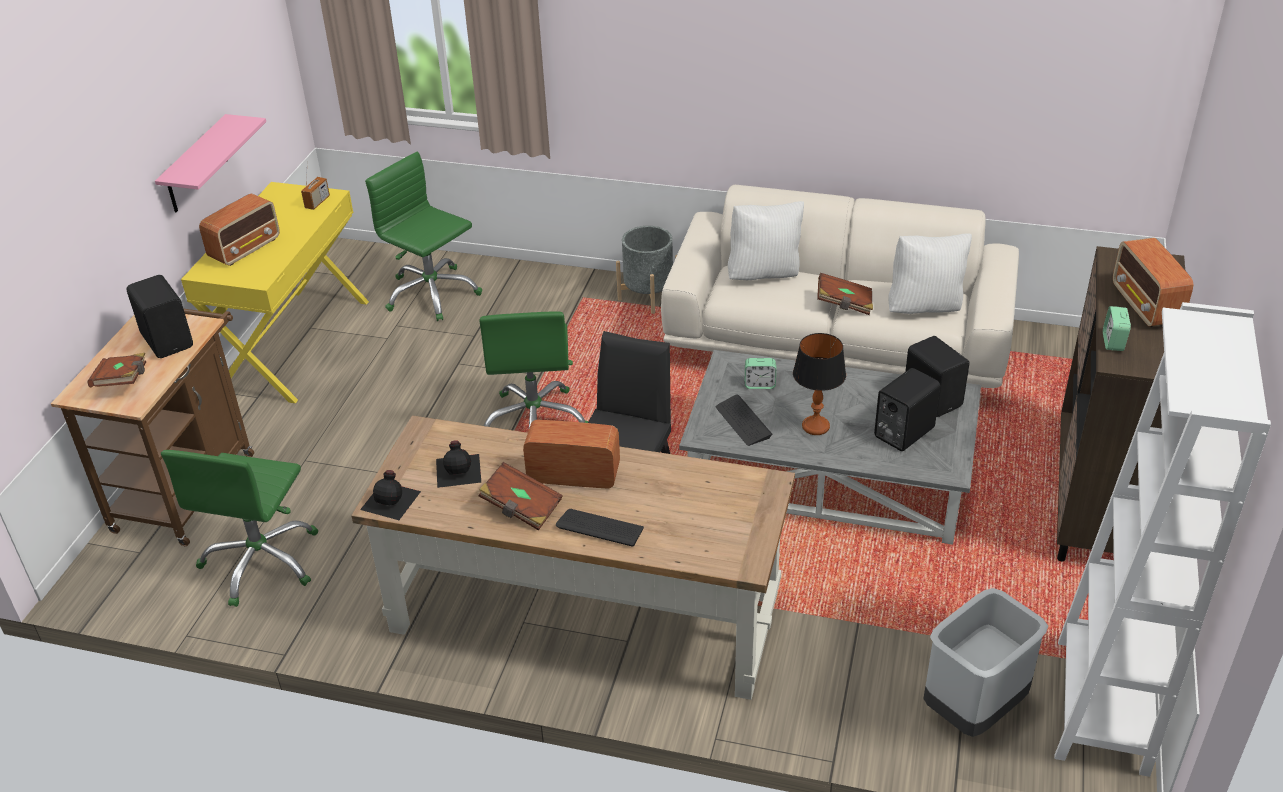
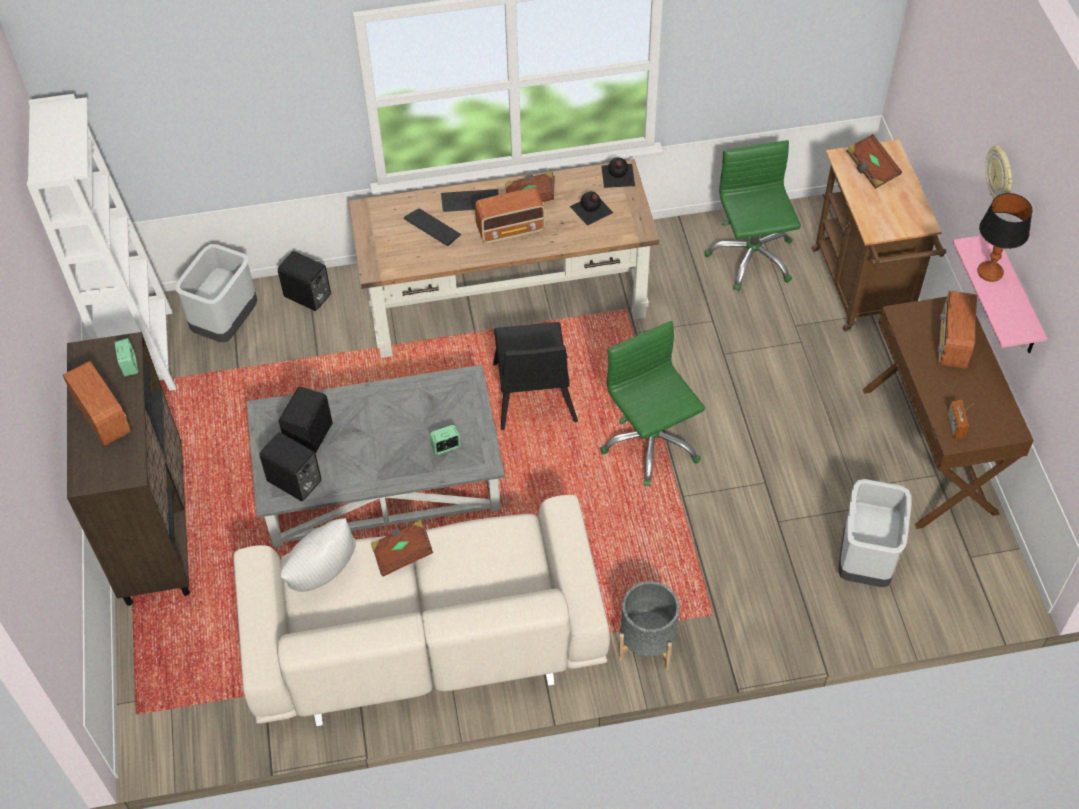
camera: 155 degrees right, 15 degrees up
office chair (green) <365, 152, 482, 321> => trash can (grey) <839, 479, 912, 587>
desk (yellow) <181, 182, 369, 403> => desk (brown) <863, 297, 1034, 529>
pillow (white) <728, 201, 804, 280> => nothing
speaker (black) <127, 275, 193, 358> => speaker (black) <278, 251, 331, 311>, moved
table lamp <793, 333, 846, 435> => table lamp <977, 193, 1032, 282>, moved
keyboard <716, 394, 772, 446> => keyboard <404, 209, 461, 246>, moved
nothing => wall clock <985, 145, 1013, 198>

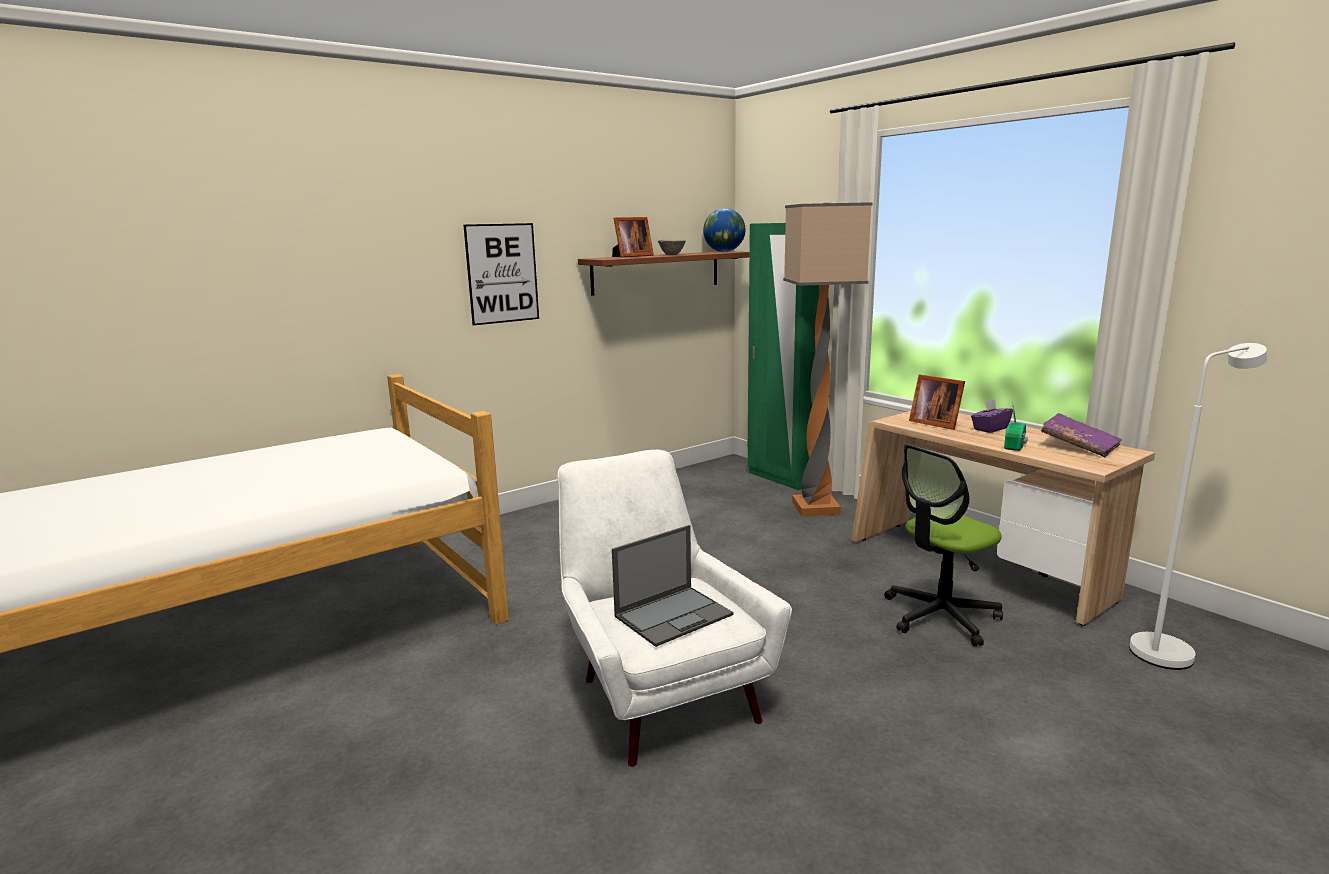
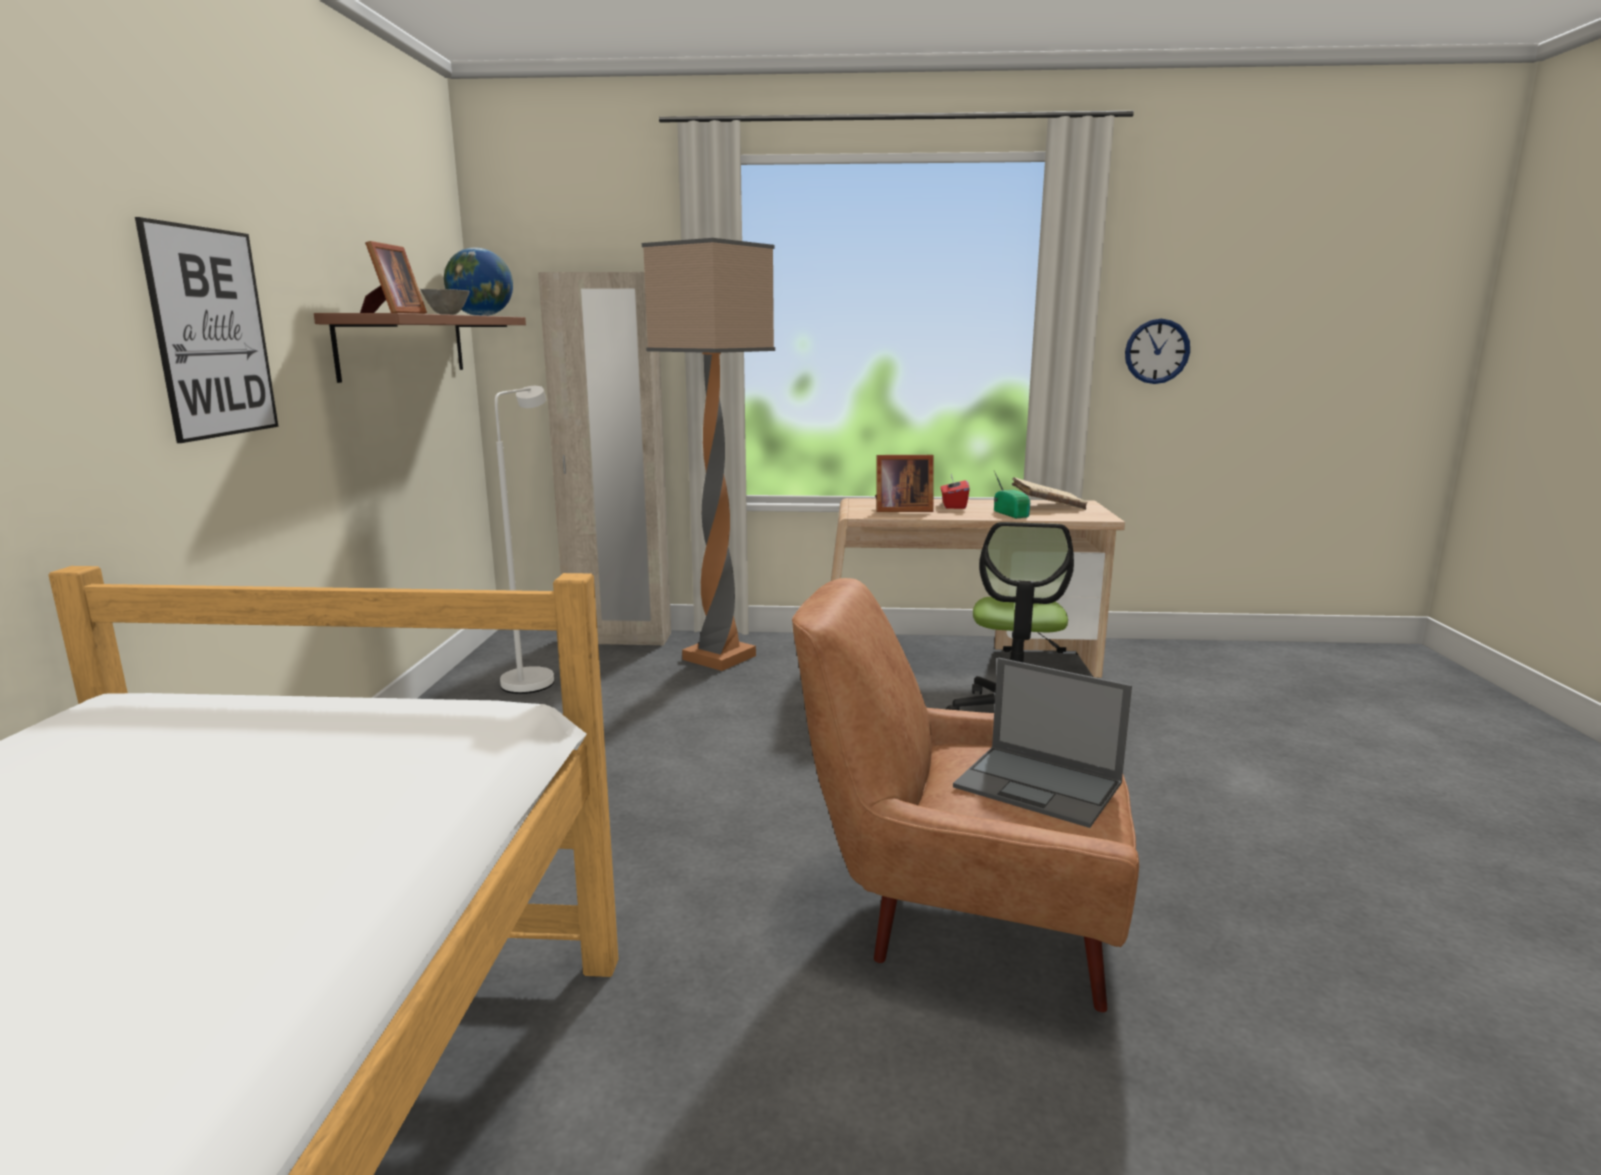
camera: 50 degrees left, 0 degrees up
wardrobe (green) <747, 223, 819, 490> => wardrobe (beige) <538, 272, 671, 646>
floor lamp (white) <1129, 343, 1267, 670> => floor lamp (white) <495, 386, 554, 694>, moved
tissue box (purple) <971, 399, 1013, 433> => tissue box (red) <940, 474, 970, 509>
book (purple) <1041, 413, 1122, 457> => book (beige) <1011, 477, 1088, 510>
armchair (white) <557, 450, 792, 767> => armchair (brown) <792, 578, 1139, 1012>
laptop <612, 525, 733, 647> => laptop <953, 658, 1132, 828>, 120 degrees clockwise
nothing => wall clock <1125, 319, 1190, 384>

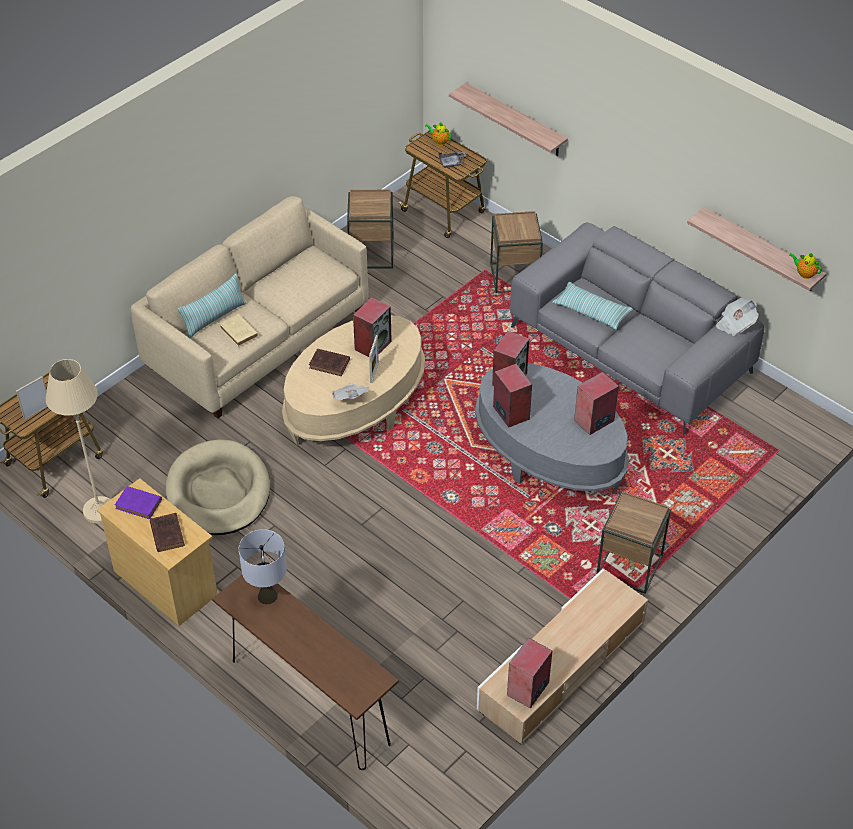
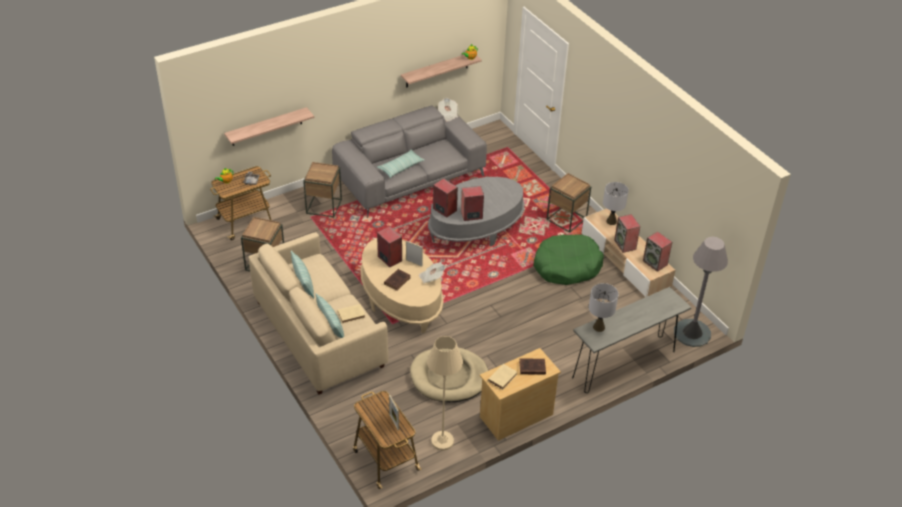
camera: 75 degrees left, 5 degrees down
speaker <574, 372, 619, 435> => speaker <614, 214, 640, 253>, moved
book (purple) <115, 486, 162, 519> => book (beige) <488, 364, 517, 390>
console table (brown) <212, 575, 399, 770> => console table (grey) <572, 287, 691, 393>
nothing => table lamp (grey) <603, 182, 629, 225>
nothing => dog bed (green) <533, 234, 604, 285>
nothing => floor lamp (grey) <674, 237, 728, 347>
nothing => pillow <291, 251, 314, 298>

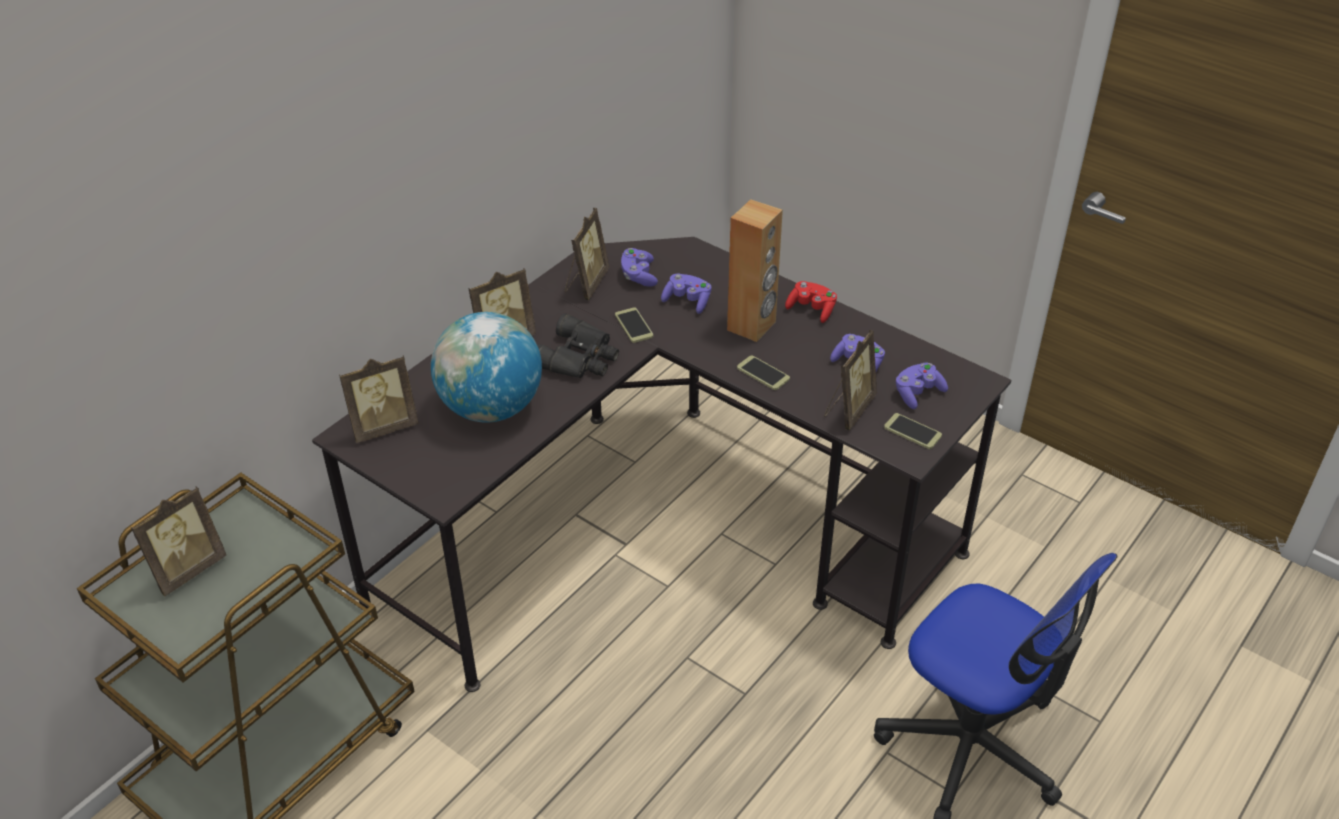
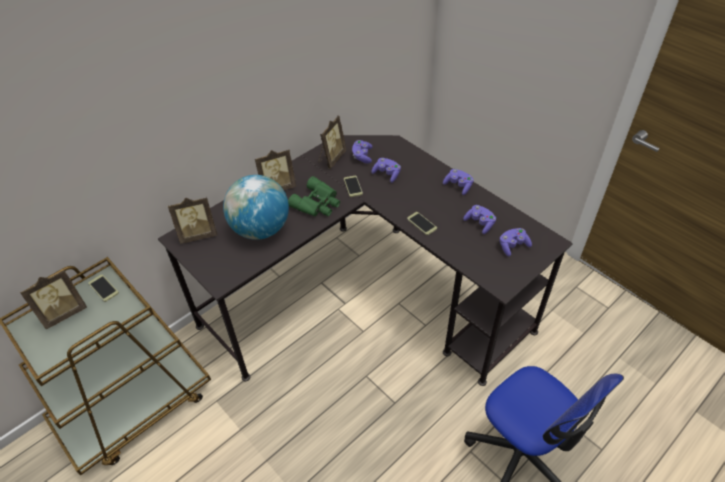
camera: 10 degrees right, 5 degrees up
speaker (brown) <727, 199, 783, 342> => nothing
game controller (red) <785, 281, 837, 323> => game controller (purple) <443, 169, 474, 195>
binoculars (black) <537, 313, 619, 378> => binoculars (green) <288, 176, 340, 216>
picture frame <824, 330, 877, 430> => nothing
phone <884, 413, 942, 449> => phone <88, 275, 119, 302>, moved

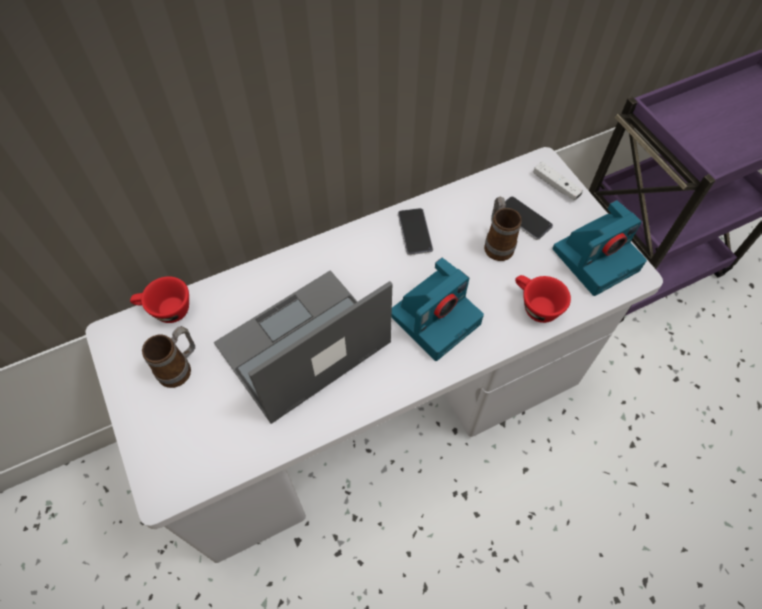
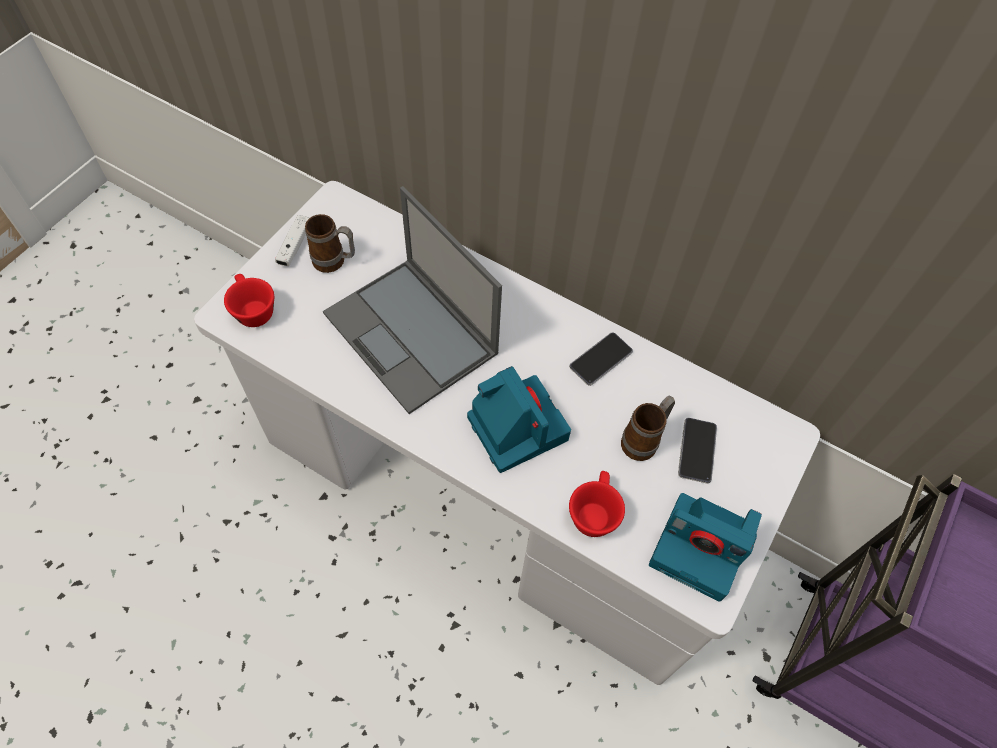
camera: 55 degrees right, 0 degrees up
game controller (white) <533, 162, 583, 200> => game controller (white) <275, 215, 309, 266>, moved
photo camera <392, 258, 484, 361> => photo camera <467, 366, 571, 473>, 135 degrees counterclockwise
laptop <214, 270, 392, 424> => laptop <323, 186, 502, 414>, 150 degrees counterclockwise
cup (red) <130, 276, 189, 323> => cup (red) <224, 274, 274, 327>, moved

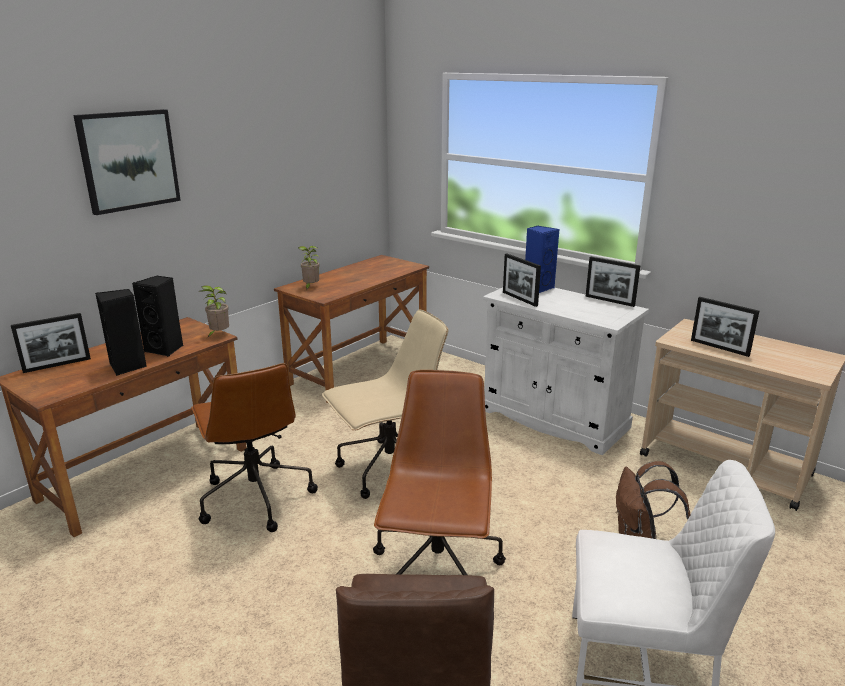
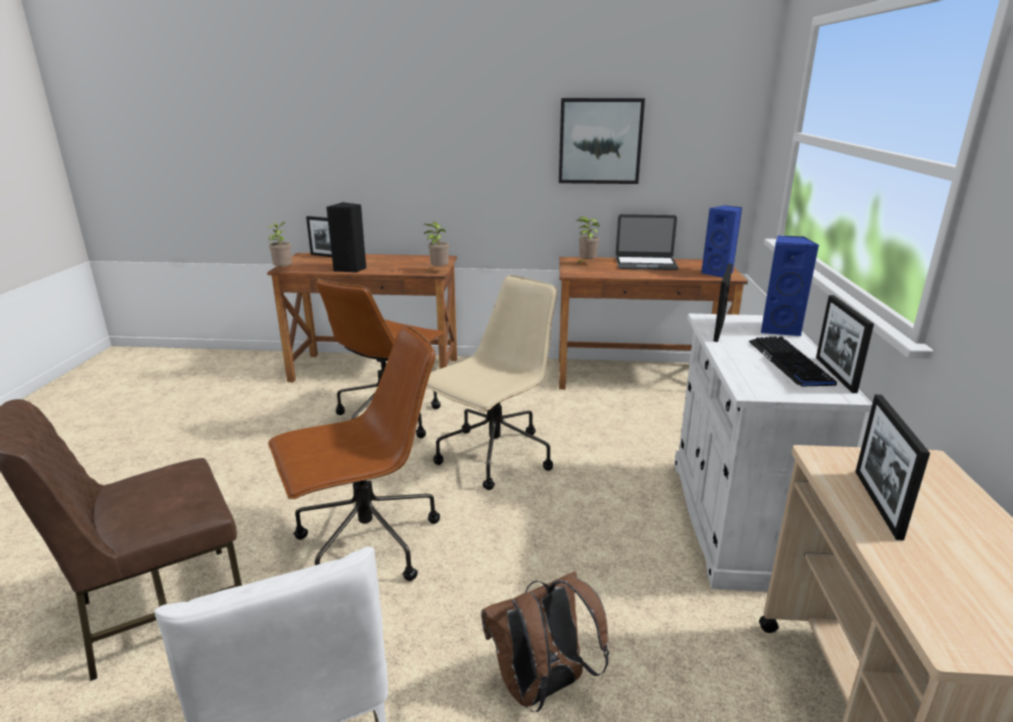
camera: 55 degrees right, 0 degrees up
picture <73, 109, 181, 215> => picture <559, 98, 645, 184>, moved
speaker (black) <132, 276, 183, 357> => nothing
office chair (beige) <322, 309, 448, 499> => office chair (beige) <426, 275, 557, 490>, 75 degrees counterclockwise
nothing => speaker (blue) <701, 205, 742, 277>
nothing => laptop <616, 214, 679, 270>
nothing => potted plant <267, 222, 292, 268>
nothing => keyboard <748, 336, 837, 386>

